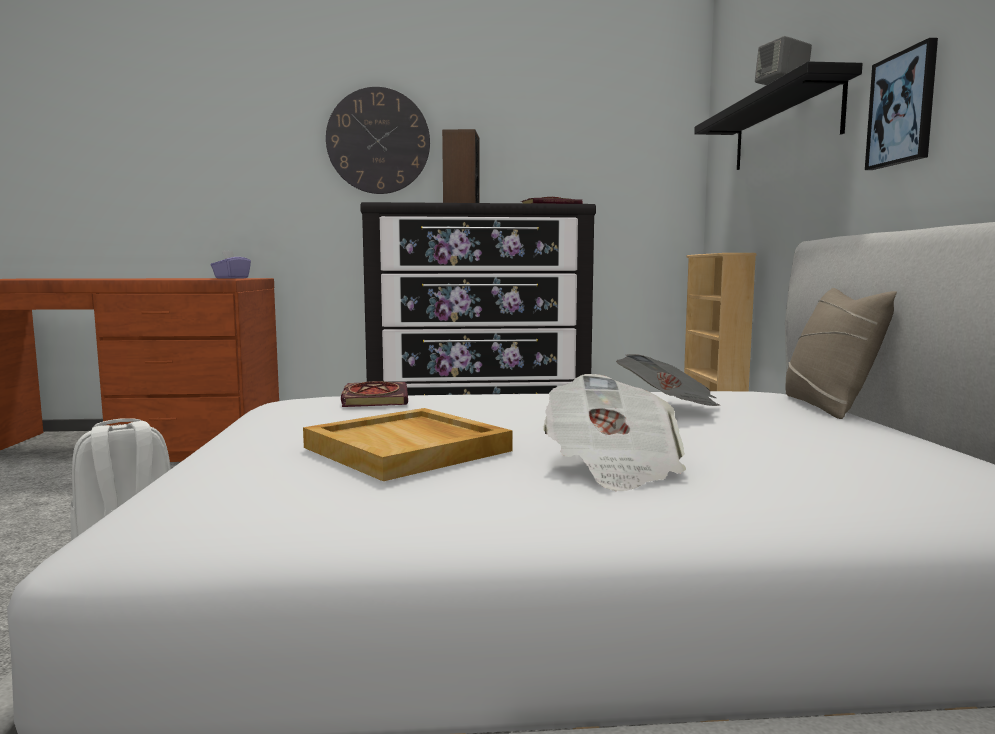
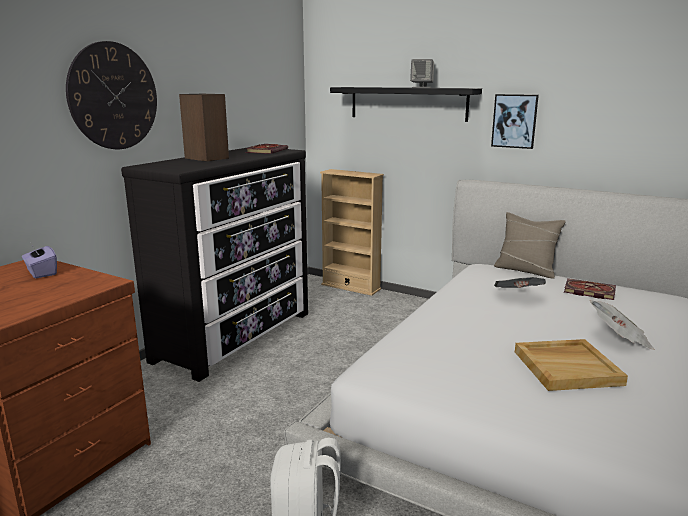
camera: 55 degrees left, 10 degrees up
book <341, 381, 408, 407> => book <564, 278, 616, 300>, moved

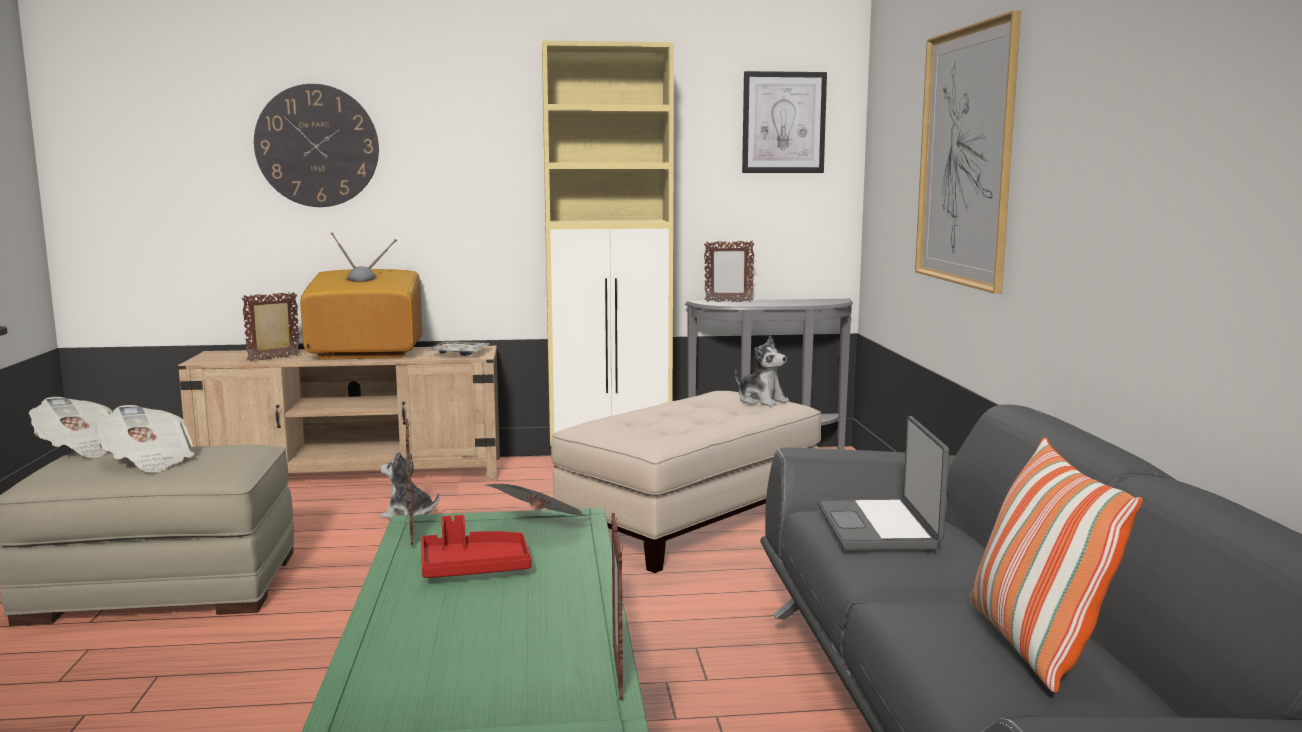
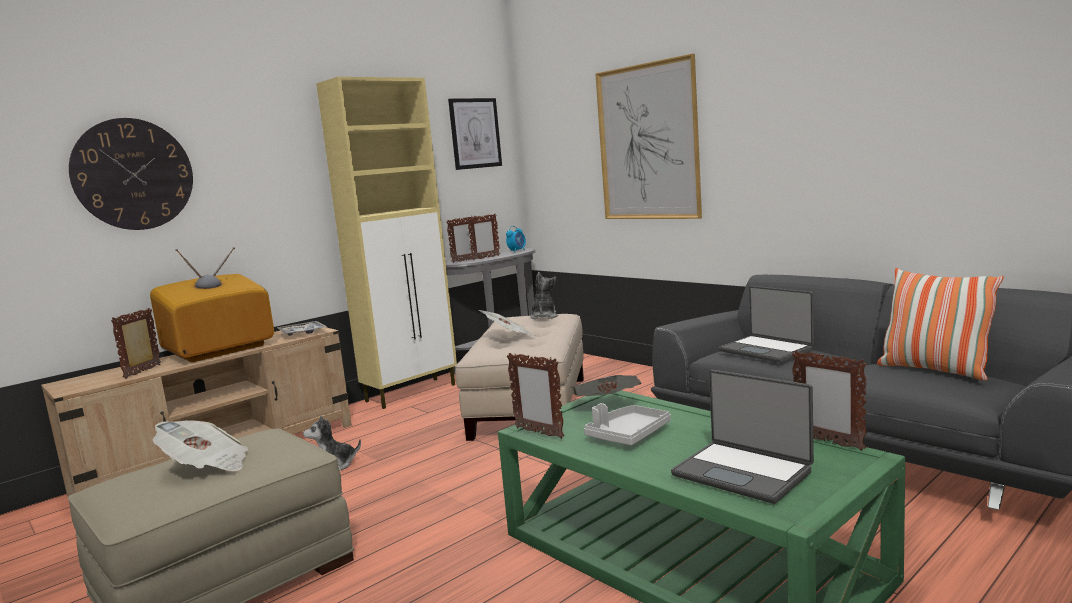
camera: 35 degrees left, 0 degrees up
plush toy <735, 336, 789, 407> => plush toy <530, 272, 558, 319>, 90 degrees counterclockwise
newspaper <29, 397, 112, 458> => newspaper <479, 310, 535, 336>, moved
tray (red) <421, 515, 531, 578> => tray (grey) <584, 403, 671, 445>
nothing => picture frame <467, 214, 500, 260>
nothing => alarm clock <506, 226, 526, 252>
nothing => laptop <671, 370, 814, 504>

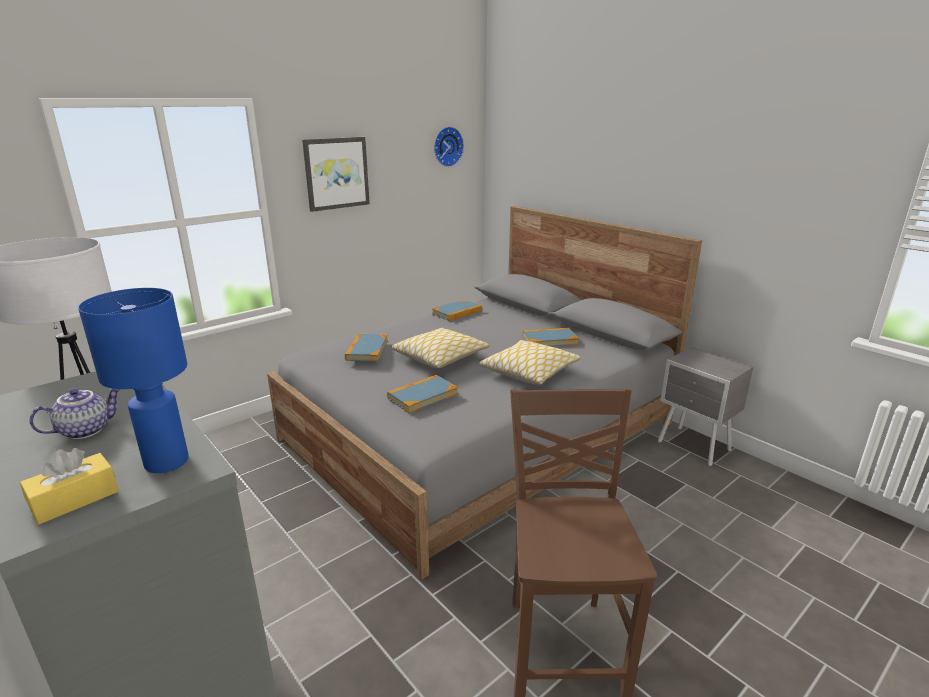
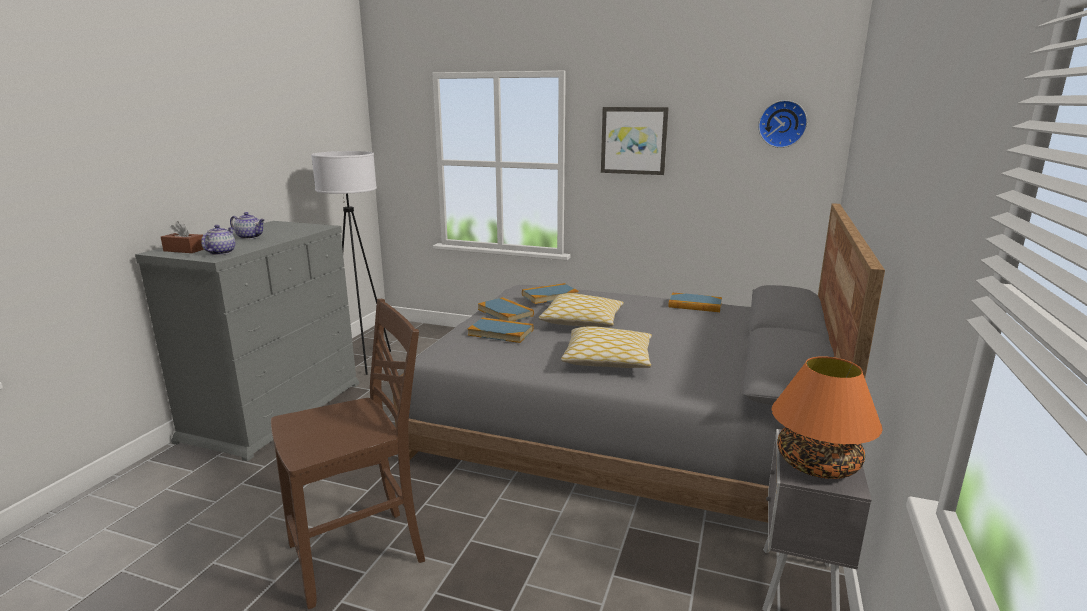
camera: 60 degrees right, 5 degrees down
table lamp (blue) <78, 288, 189, 473> => teapot <201, 225, 235, 255>
book <523, 328, 579, 346> => book <478, 297, 534, 321>, moved
tissue box (yellow) <20, 448, 119, 525> => tissue box (brown) <161, 221, 204, 253>
nothing => table lamp (orange) <771, 356, 883, 479>

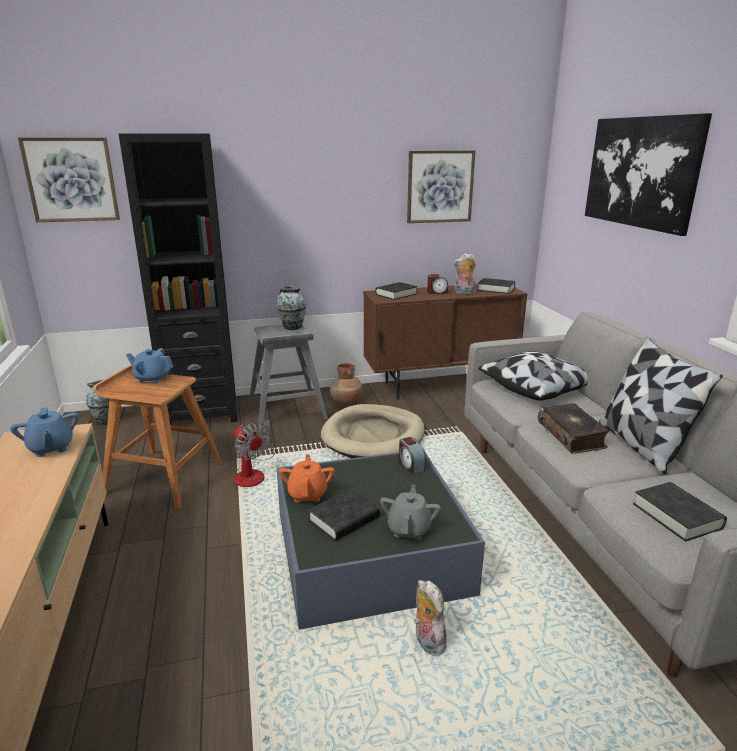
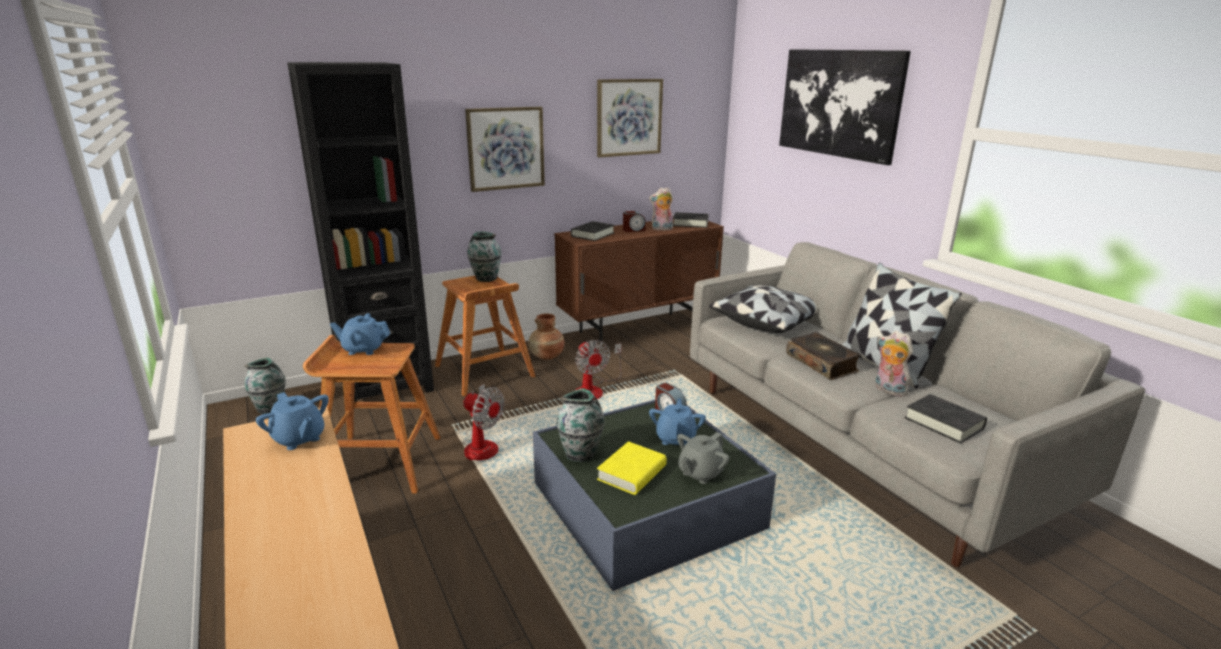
camera: 15 degrees left, 0 degrees up
picture <18, 138, 120, 222> => picture <465, 107, 545, 192>, moved
stool (grey) <249, 324, 328, 428> => stool (brown) <435, 276, 536, 396>
dog bed (beige) <321, 404, 425, 458> => fan <575, 340, 622, 400>
teapot (orange) <279, 454, 335, 502> => vase <556, 388, 605, 462>
teapot (grey) <380, 484, 441, 540> => teapot (grey) <677, 432, 729, 484>, 135 degrees counterclockwise
book (black) <308, 489, 380, 541> => book (yellow) <597, 441, 667, 495>
plush toy <414, 580, 447, 656> => plush toy <876, 331, 913, 397>, moved
nothing => teapot (blue) <649, 398, 706, 445>

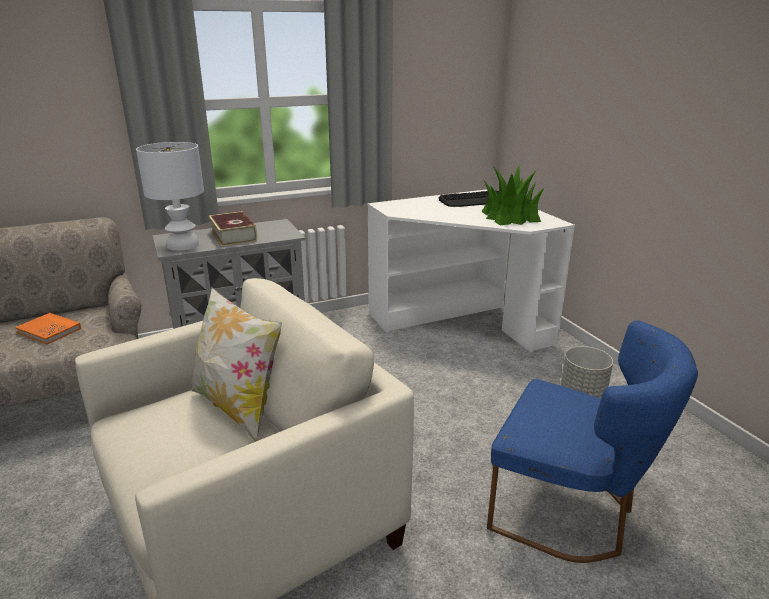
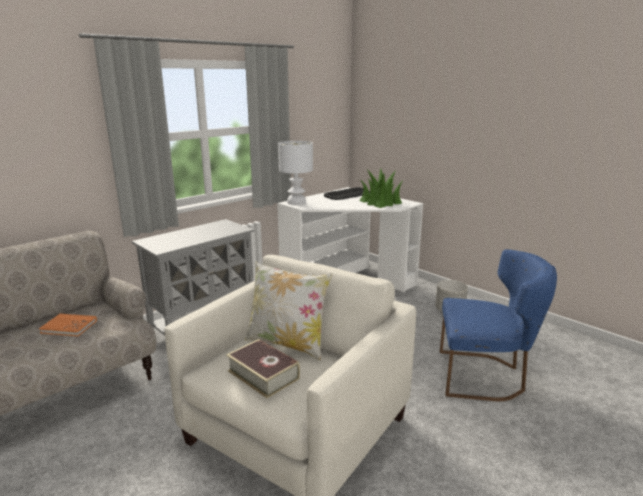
camera: 20 degrees left, 5 degrees down
table lamp (white) <136, 142, 204, 251> => table lamp (white) <278, 141, 313, 205>, moved
book <209, 211, 257, 247> => book <226, 339, 300, 398>, moved

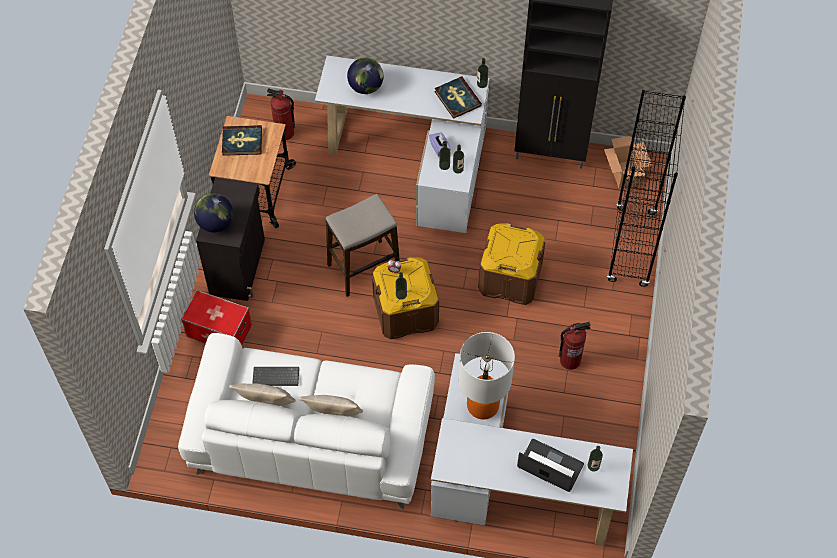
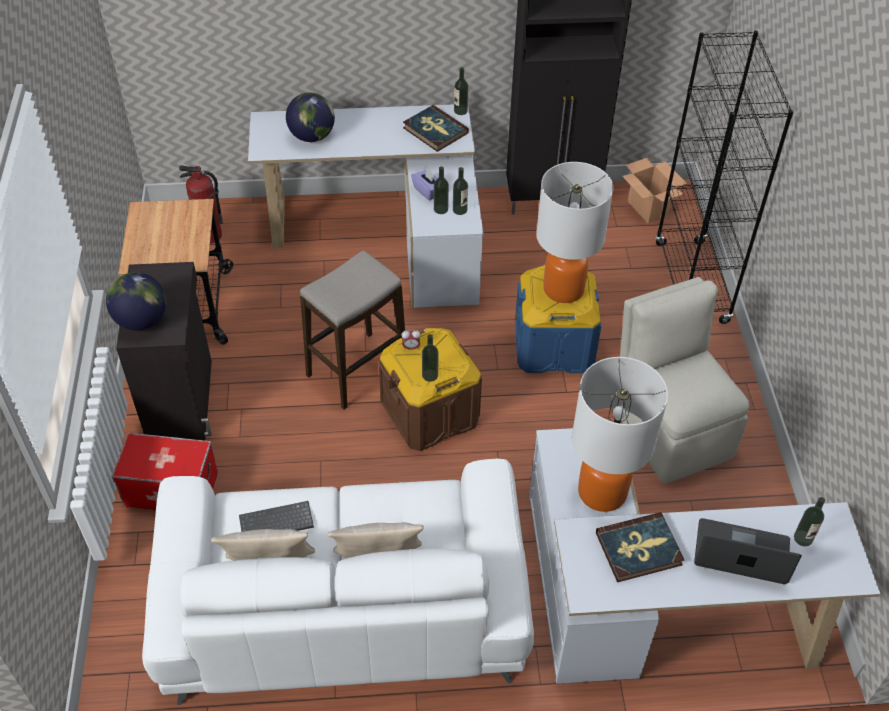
camera: 15 degrees left, 10 degrees down
book <222, 125, 262, 156> => book <596, 512, 684, 582>, moved
storage box (brown) <478, 223, 545, 305> => storage box (blue) <515, 265, 601, 373>
fire extinguisher <559, 322, 590, 370> => chair (beige) <613, 277, 749, 484>
nothing => table lamp <536, 162, 613, 303>

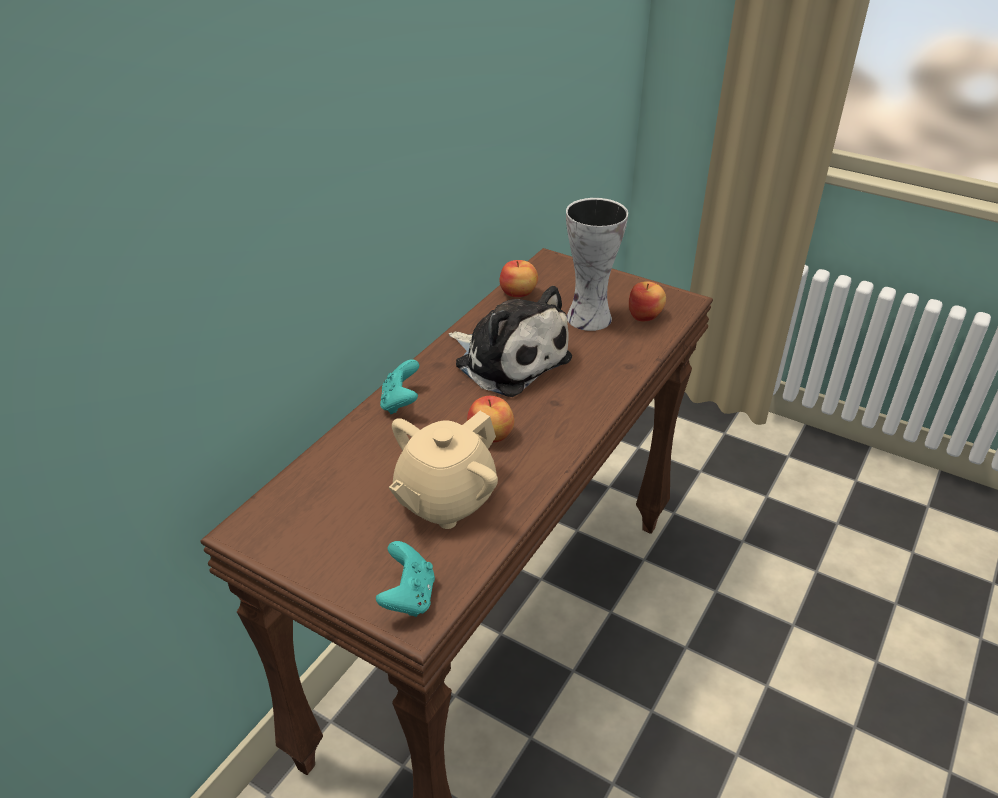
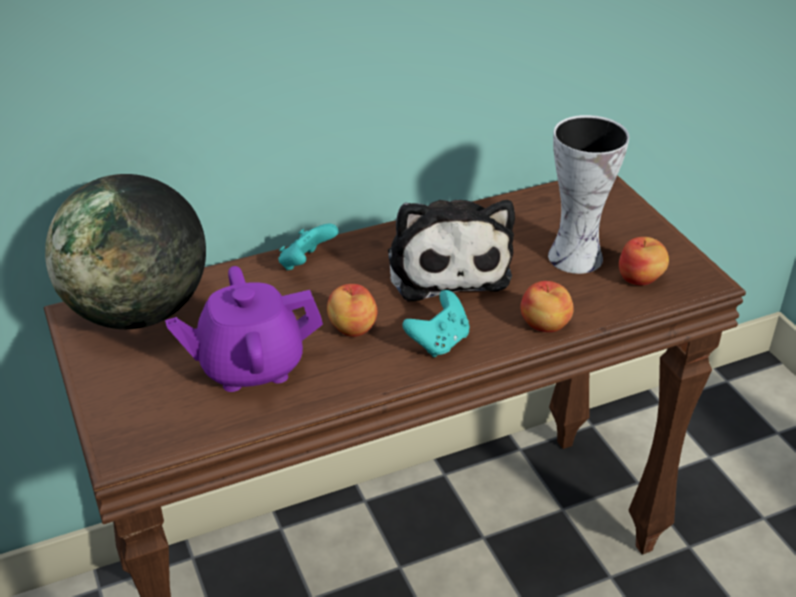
camera: 35 degrees right, 0 degrees up
apple <500, 260, 538, 297> => apple <520, 281, 574, 332>, moved
teapot (beige) <389, 411, 498, 529> => teapot (purple) <165, 266, 323, 392>
game controller (turquoise) <376, 541, 435, 617> => game controller (turquoise) <402, 290, 470, 357>, moved
nothing => globe <45, 174, 206, 329>

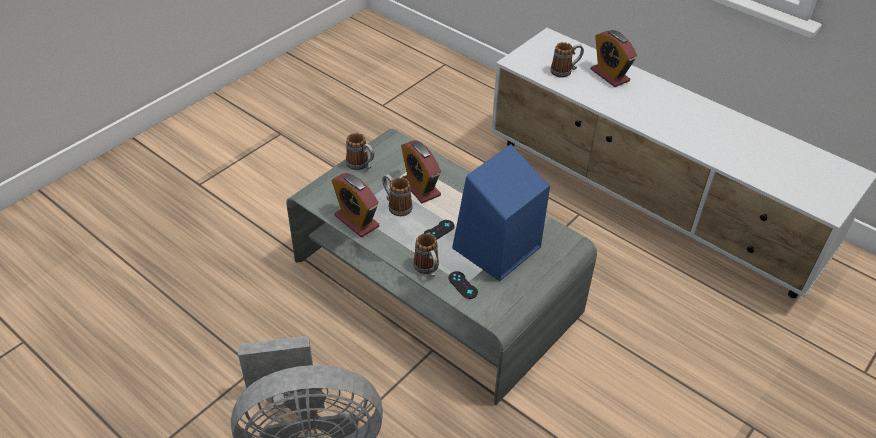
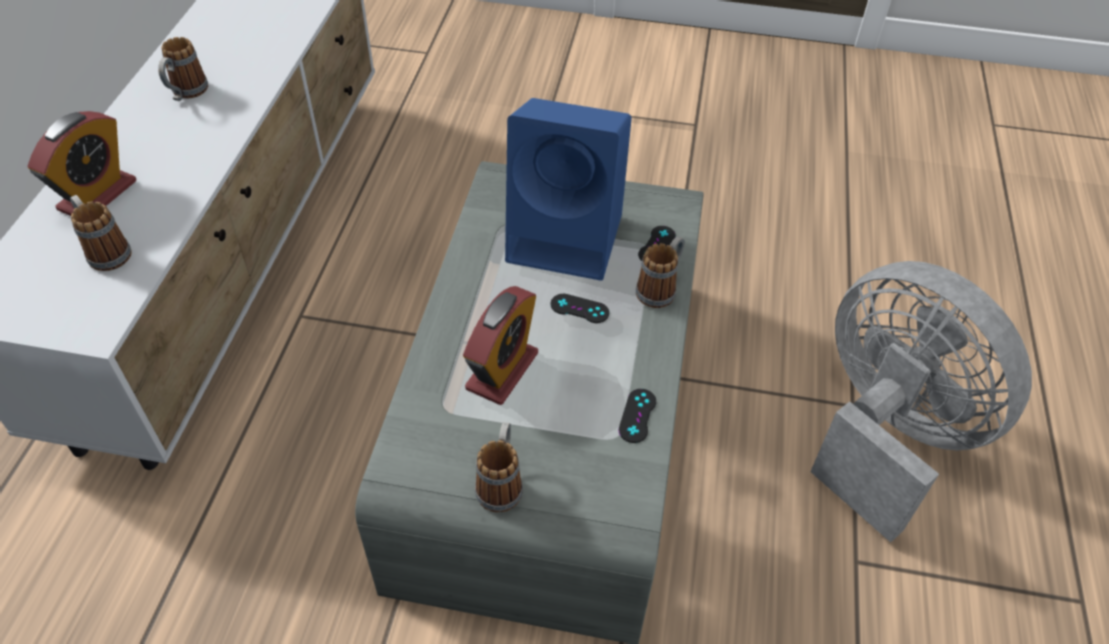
camera: 120 degrees left, 5 degrees up
alarm clock <332, 173, 379, 237> => game controller (black) <618, 389, 656, 443>
mug <382, 174, 413, 216> => mug <158, 37, 208, 101>, moved

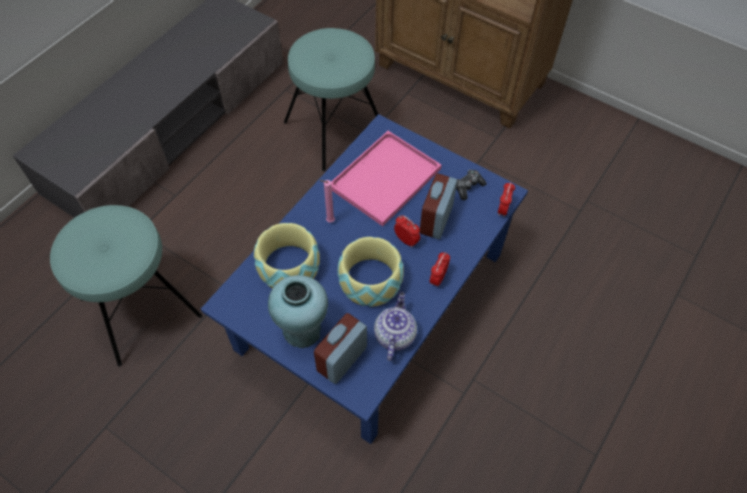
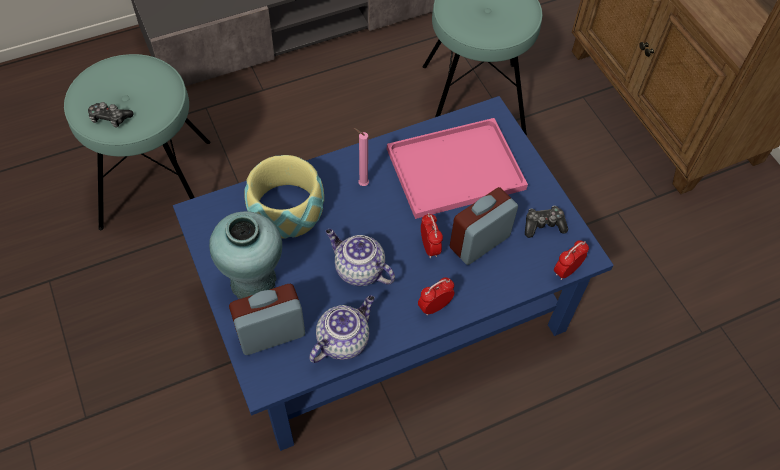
camera: 30 degrees right, 0 degrees up
bowl <338, 237, 404, 307> => teapot <325, 229, 395, 286>
nothing => game controller <88, 102, 134, 128>

